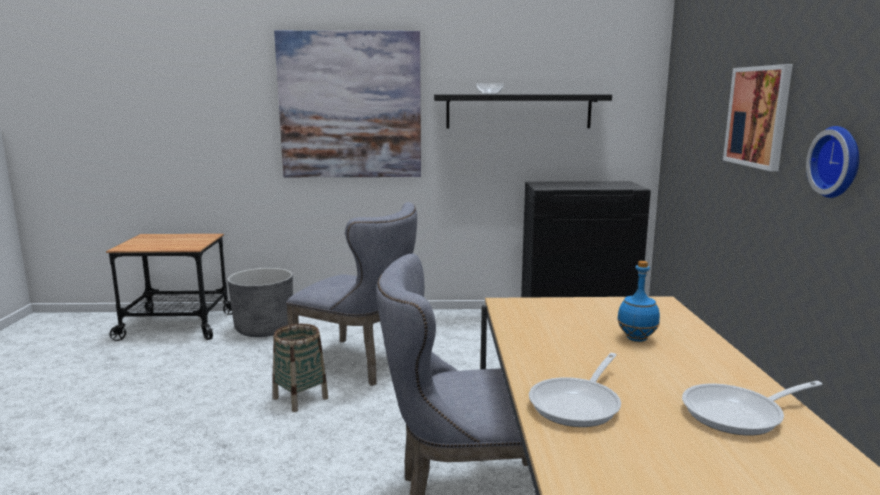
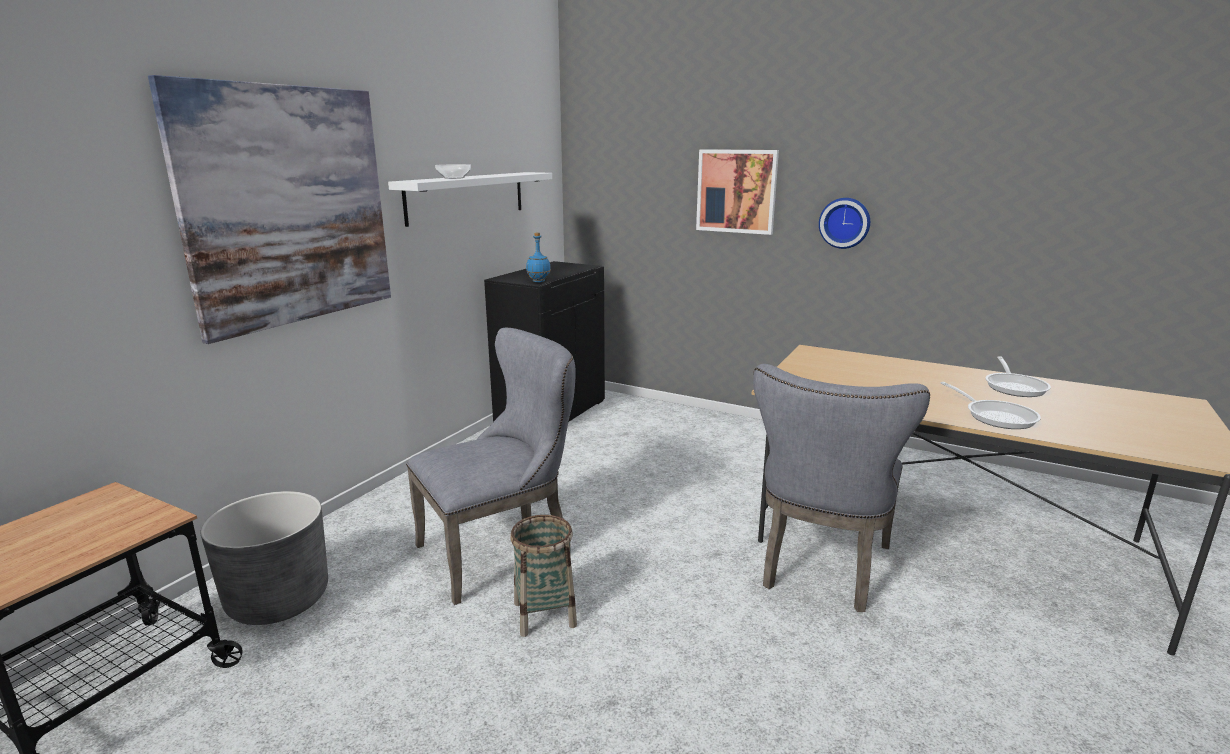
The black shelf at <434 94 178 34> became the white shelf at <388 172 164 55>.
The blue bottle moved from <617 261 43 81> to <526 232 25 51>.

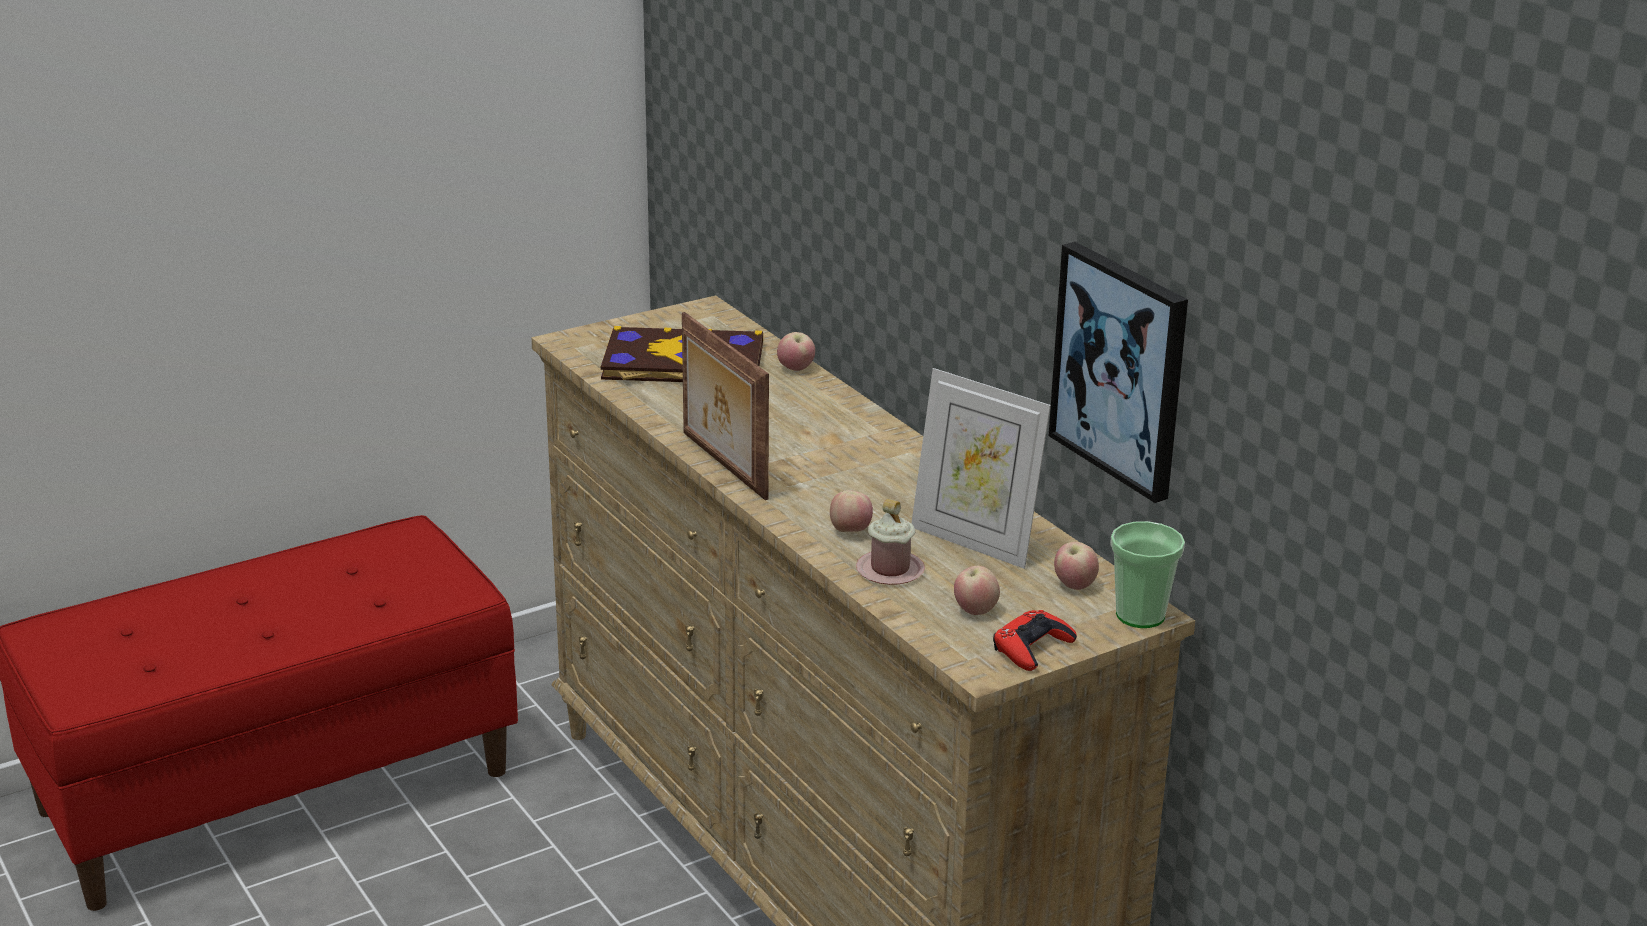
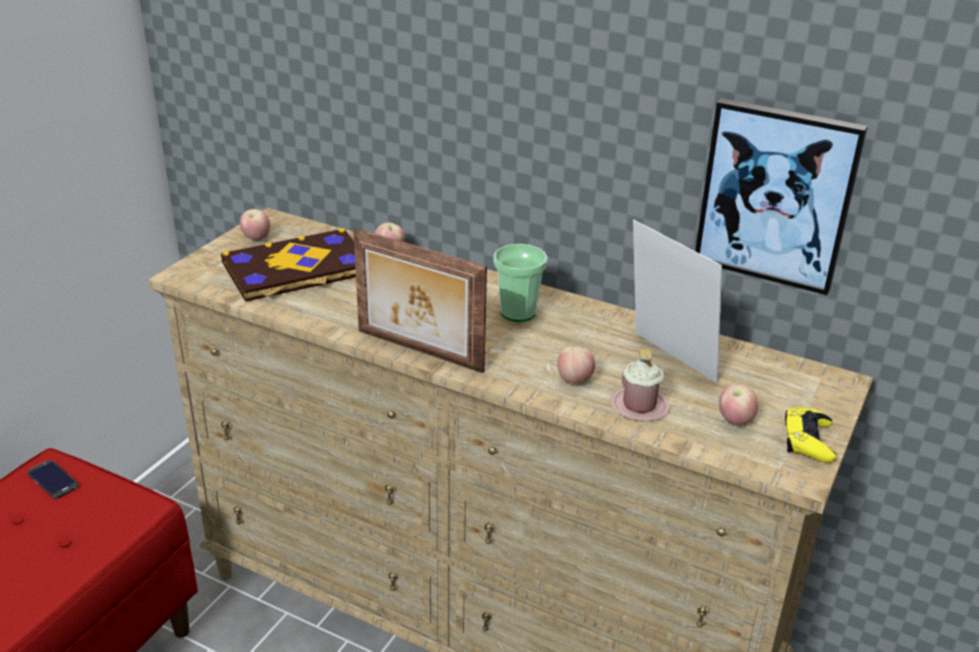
The picture frame at <911 368 140 201> turned 135 degrees counterclockwise.
The red game controller at <993 610 84 61> became the yellow game controller at <785 406 52 57>.
The apple moved from <1054 542 45 48> to <240 209 31 32>.
The cup moved from <1110 521 75 107> to <494 244 54 78>.
The phone at <27 460 51 38> appeared.

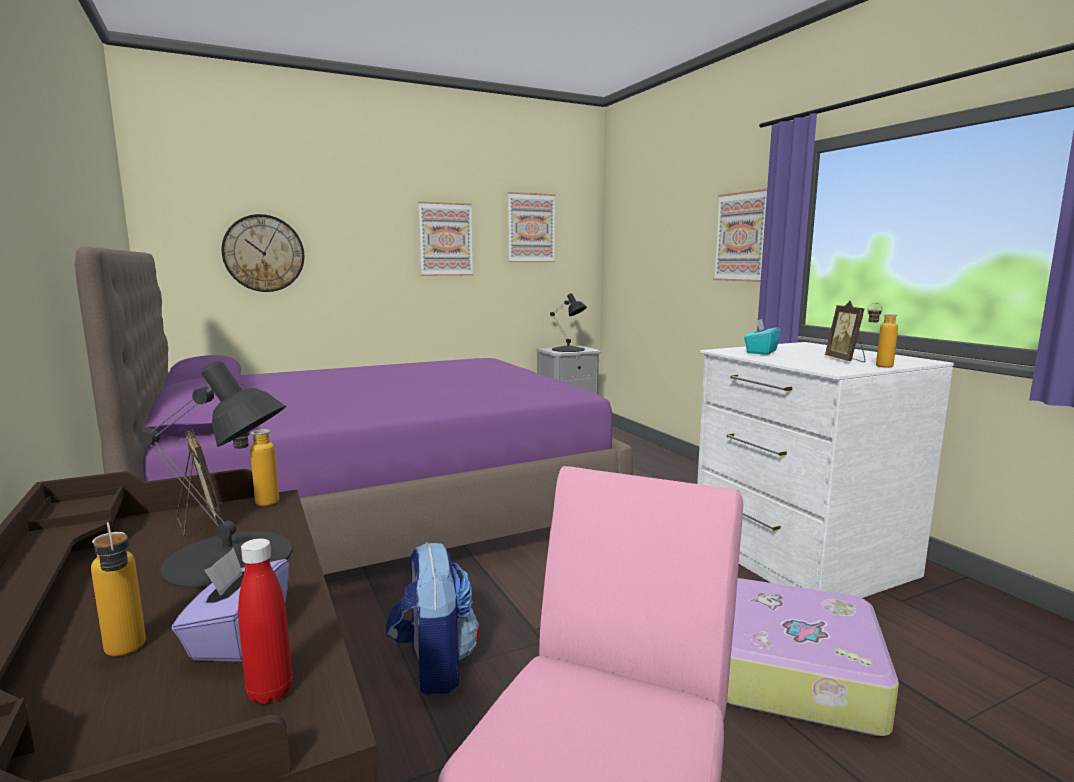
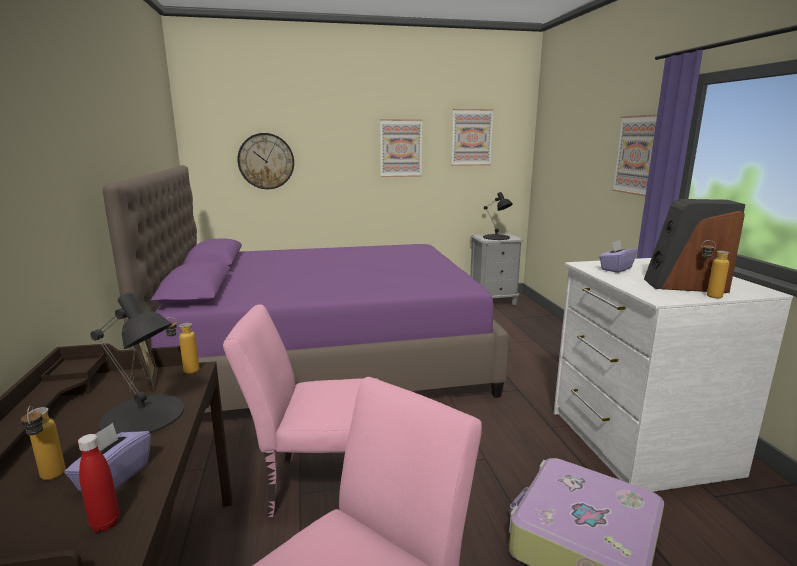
The backpack at <386 542 93 152> was replaced by the pink chair at <223 304 156 214>.
The turquoise tissue box at <744 319 37 36> became the purple tissue box at <599 240 38 33>.
The picture frame at <825 301 40 61> was replaced by the speaker at <644 199 101 94>.

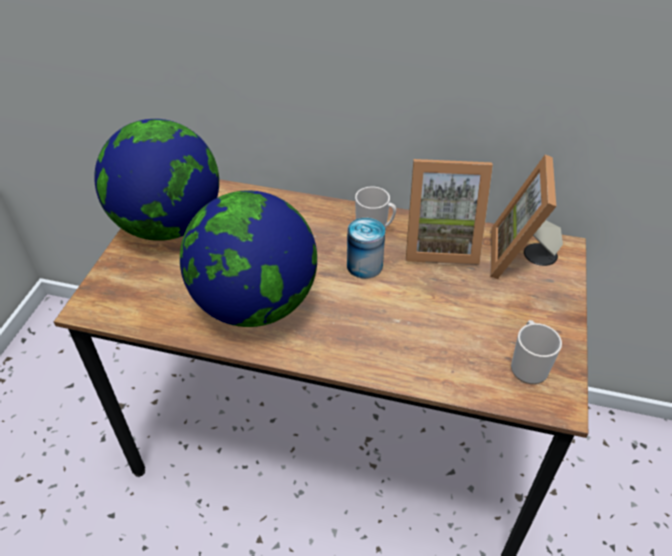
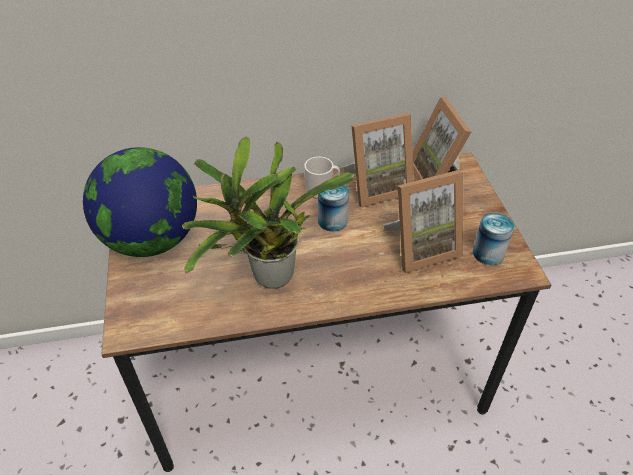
The globe at <180 190 137 137> was replaced by the potted plant at <182 136 173 153>.
The mug at <511 320 51 64> was replaced by the can at <473 212 42 53>.
The picture frame at <383 170 80 103> appeared.

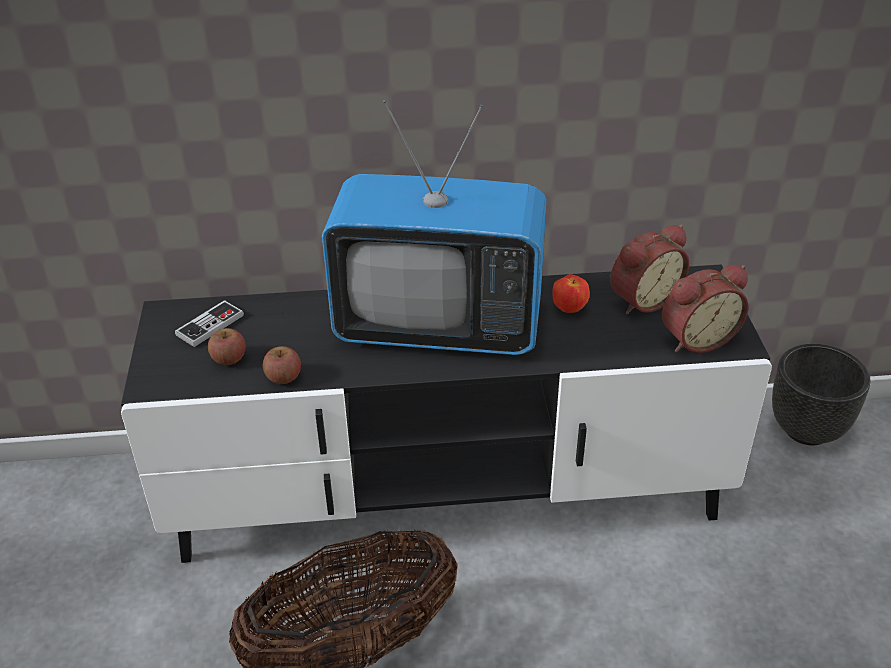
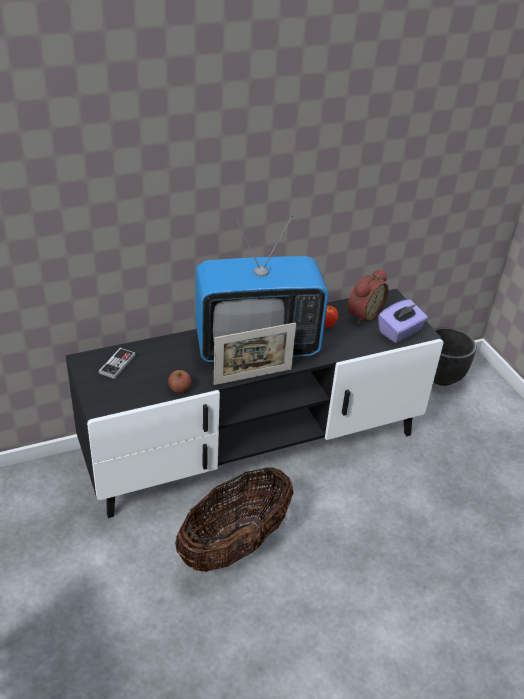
The apple at <208 328 38 37> disappeared.
The alarm clock at <662 265 86 88> was replaced by the purple tissue box at <378 299 50 44>.
The picture frame at <214 323 82 62> appeared.

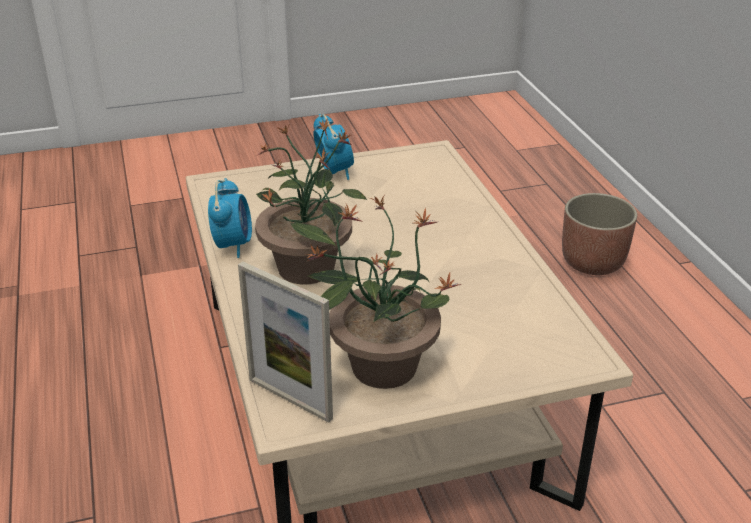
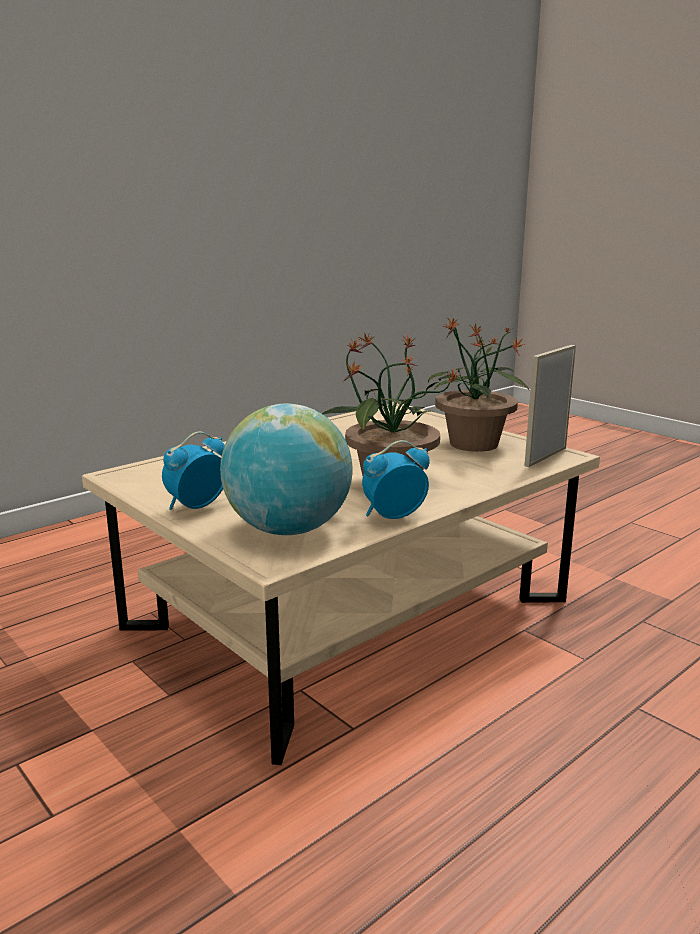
The picture frame at <238 261 95 162> turned 150 degrees counterclockwise.
The planter at <562 193 75 82> disappeared.
The globe at <220 404 132 131> appeared.

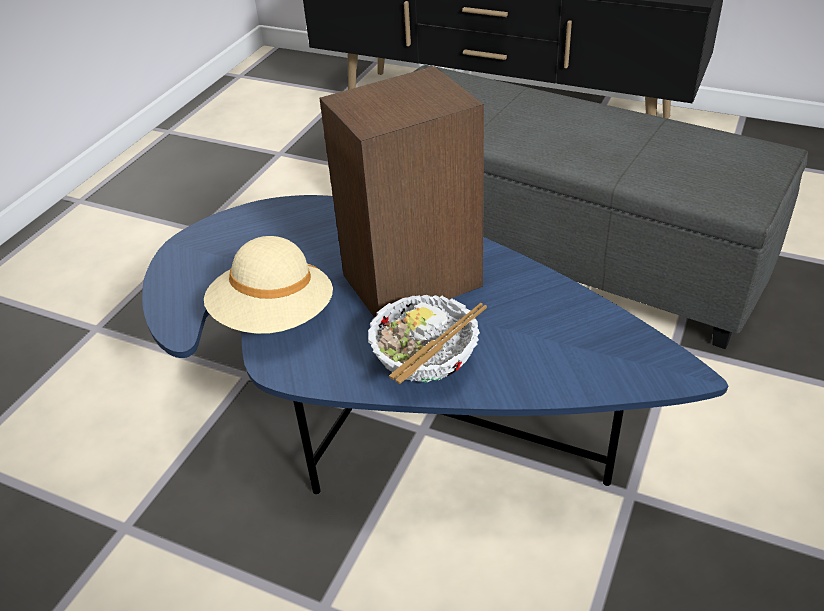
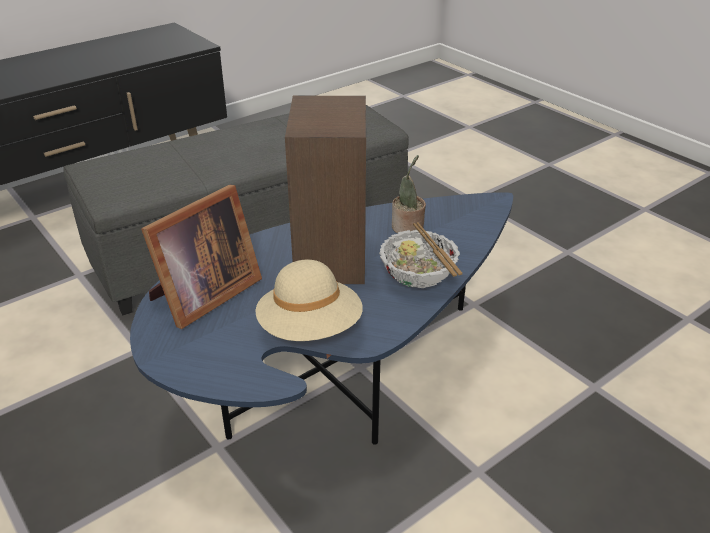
The picture frame at <141 185 121 144> appeared.
The potted plant at <392 155 34 78> appeared.

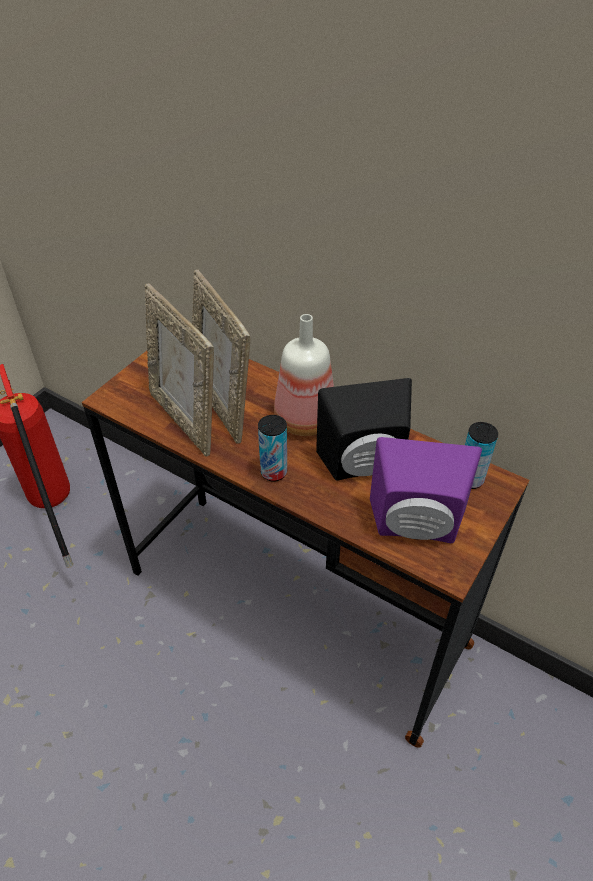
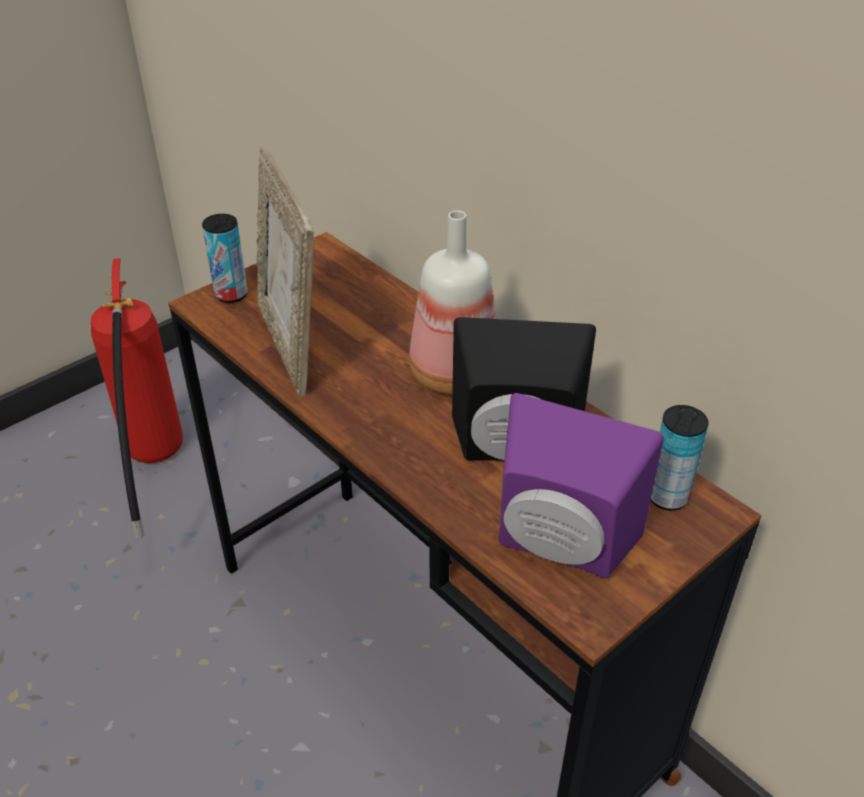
The picture frame at <192 270 58 174> disappeared.
The can moved from <258 415 29 67> to <202 214 46 89>.

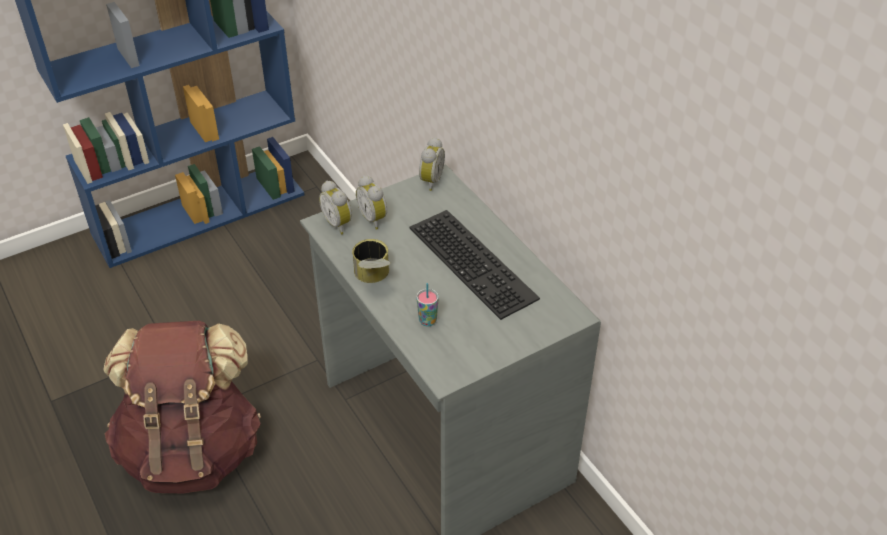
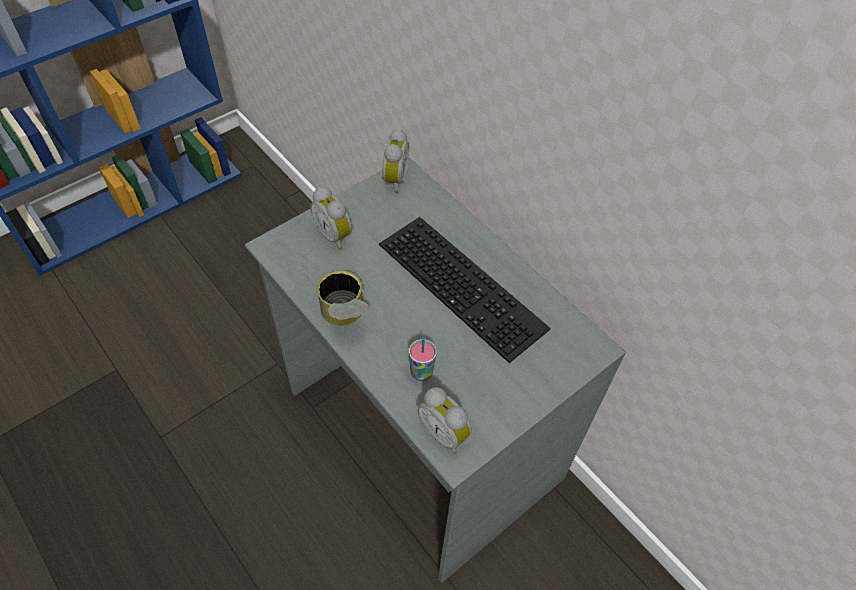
The brown backpack at <103 321 158 172> disappeared.
The alarm clock moved from <319 181 33 54> to <418 387 54 67>.

